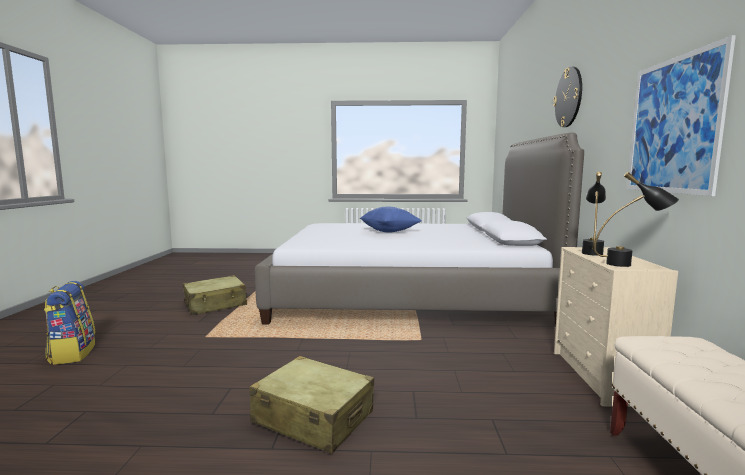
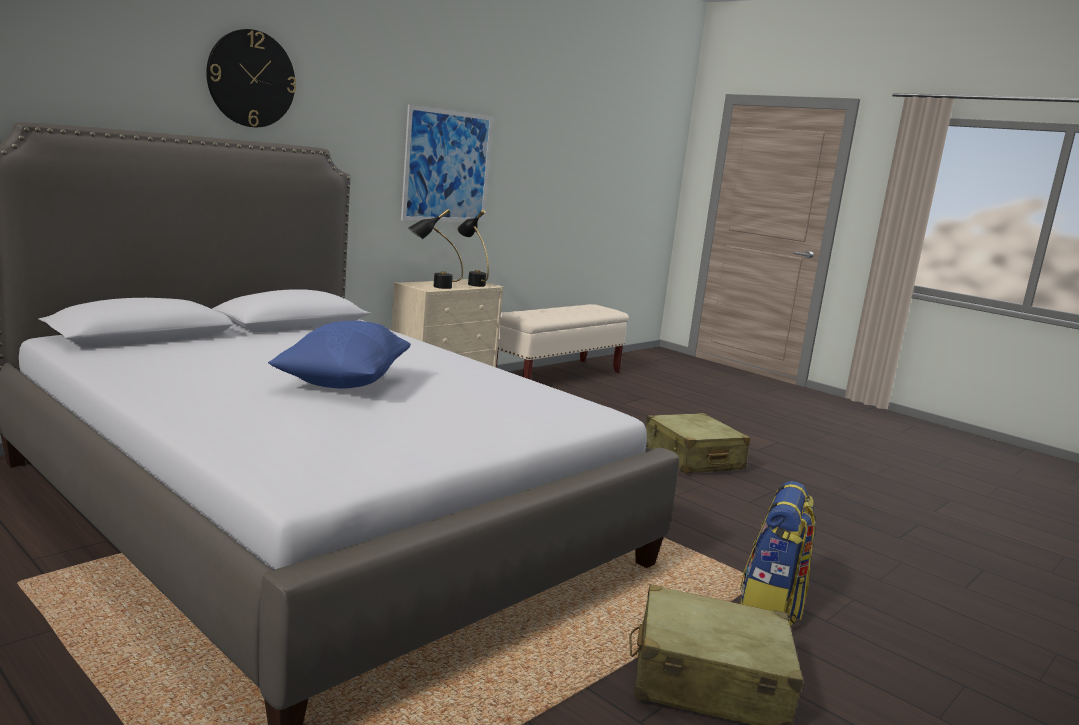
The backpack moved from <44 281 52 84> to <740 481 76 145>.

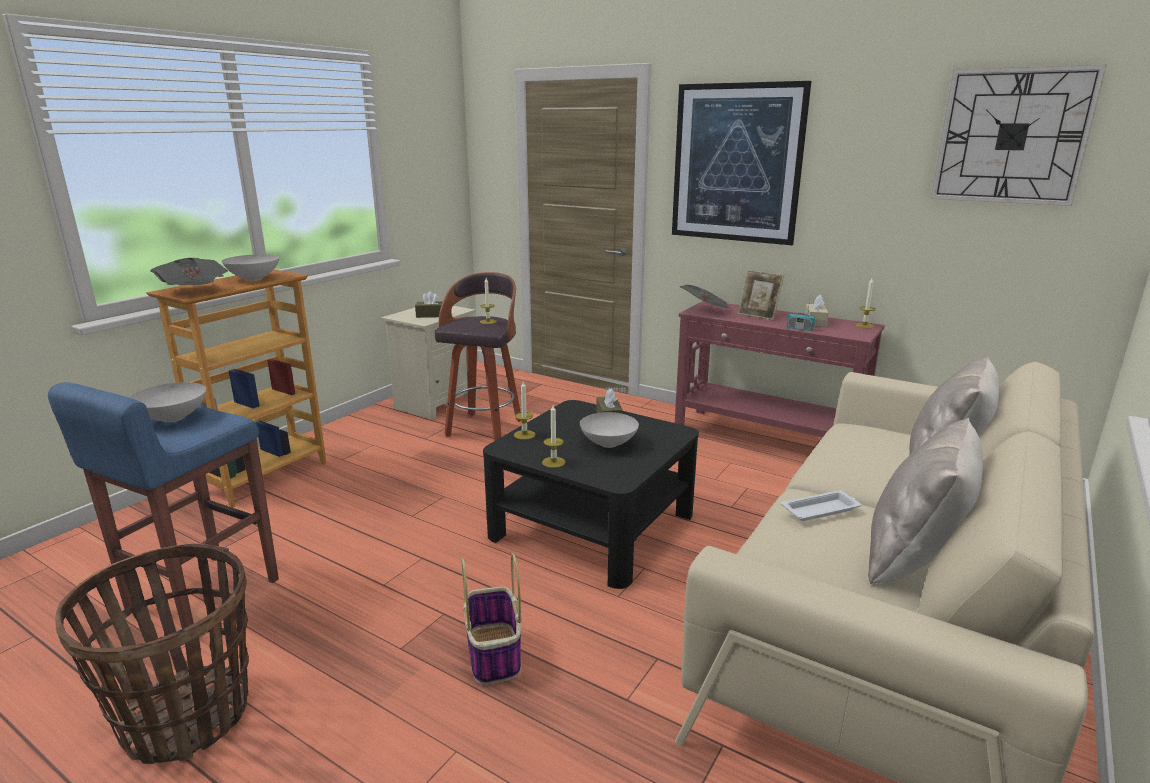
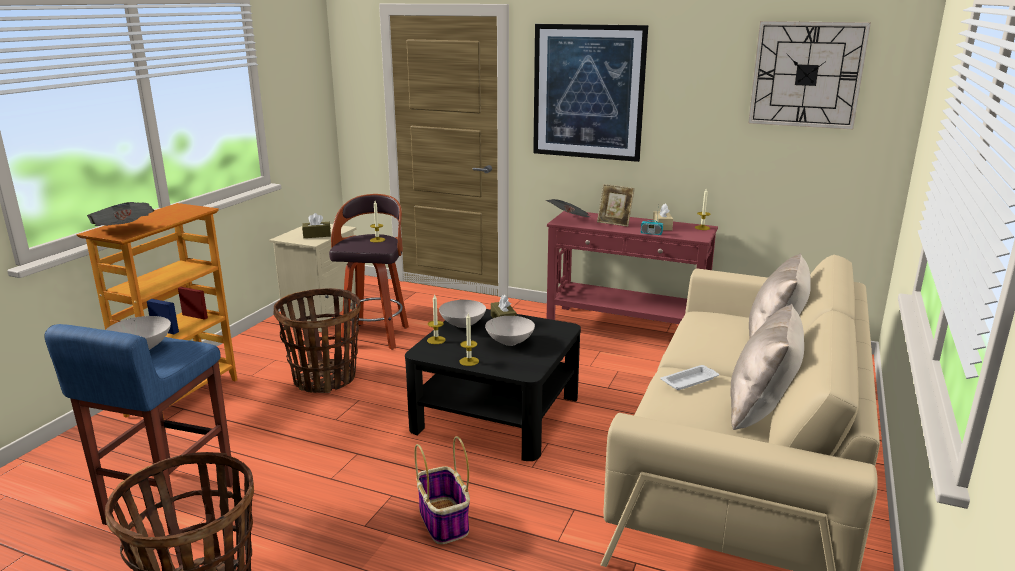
The white bowl moved from <222 254 57 27> to <439 300 47 28>.
The basket at <273 288 88 105> appeared.

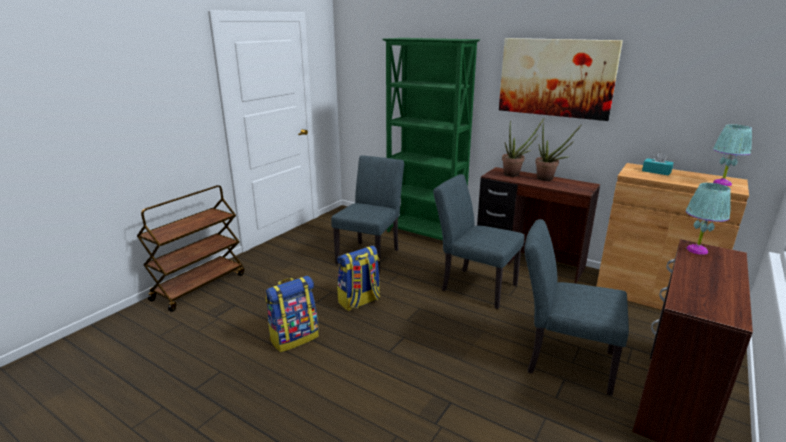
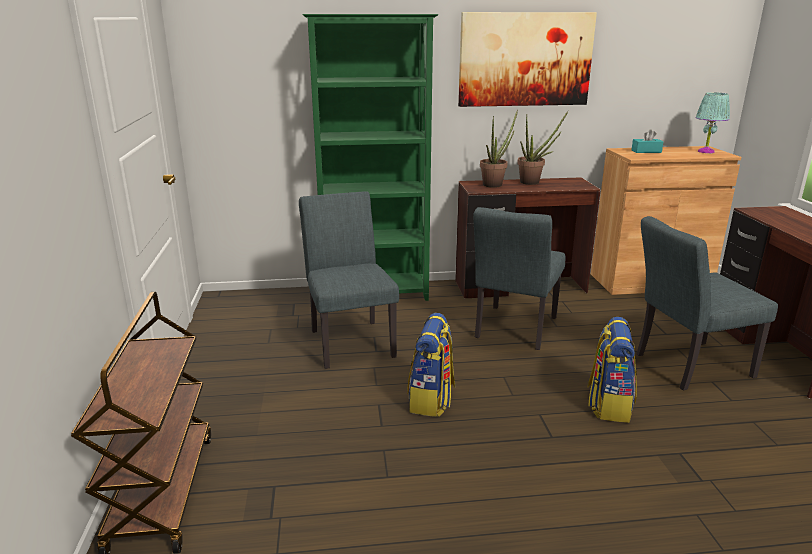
The backpack moved from <265 276 54 76> to <587 317 50 106>.
The grey chair at <433 174 91 135> turned 60 degrees counterclockwise.
The turquoise table lamp at <686 183 45 72> disappeared.

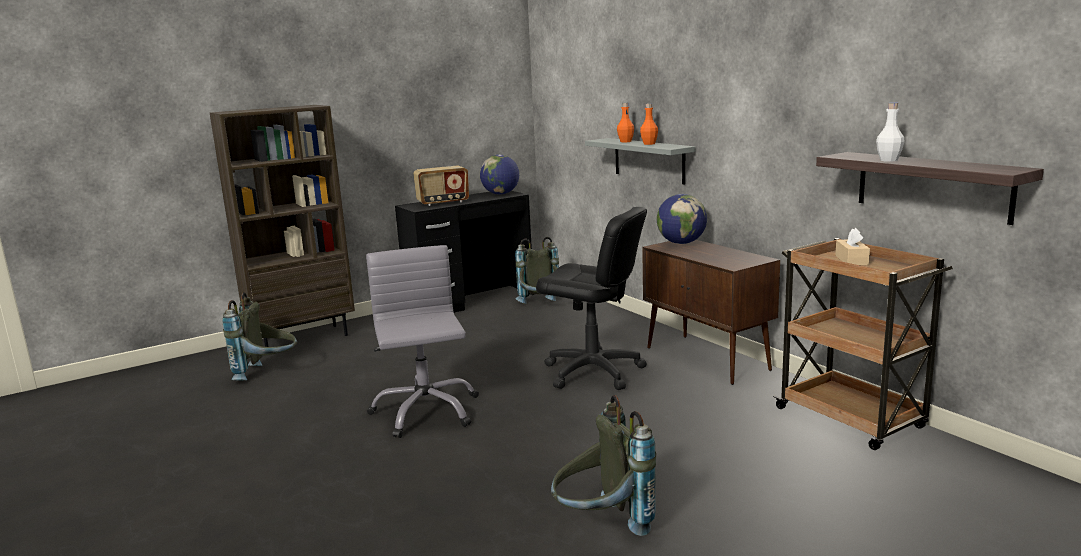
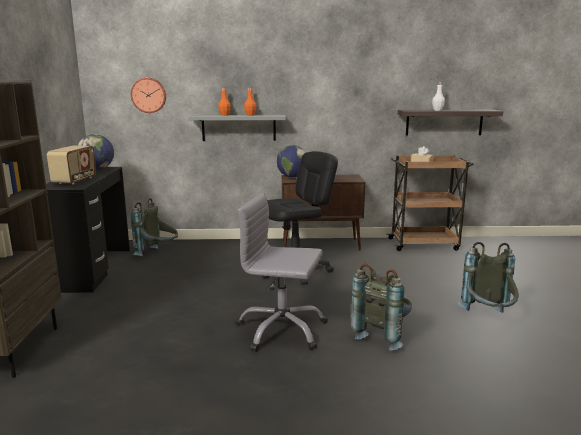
The grey backpack moved from <222 292 75 89> to <351 264 61 87>.
The wall clock at <131 78 35 35> appeared.

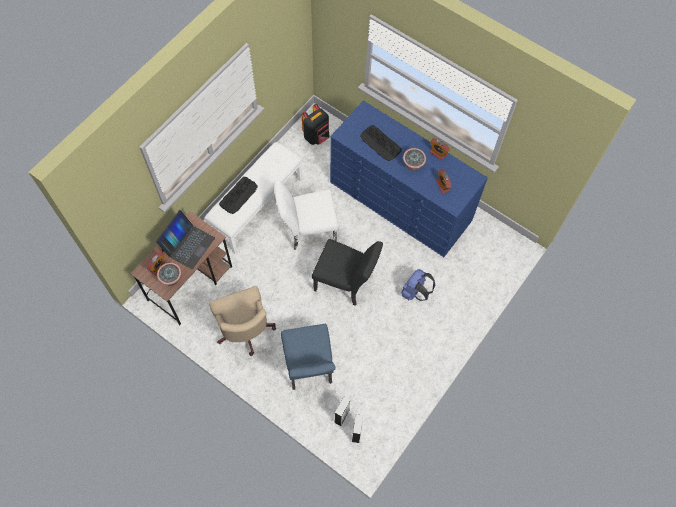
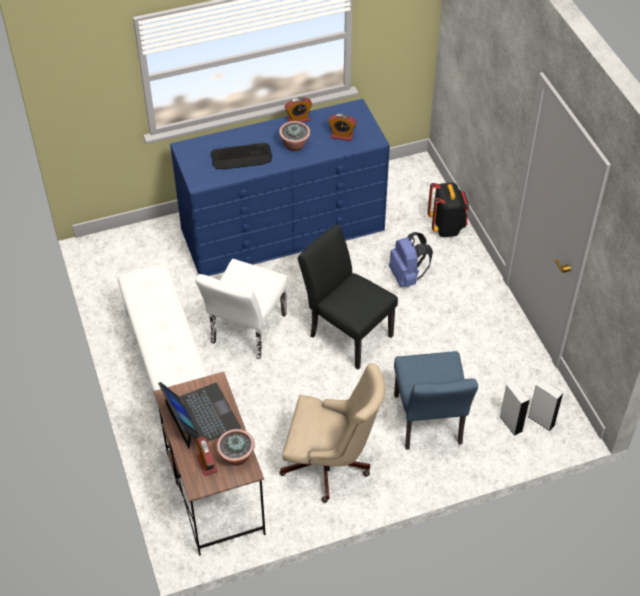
The keyboard at <219 177 39 37> disappeared.
The blue chair at <281 324 55 66> turned 60 degrees clockwise.
The black backpack moved from <302 104 28 41> to <428 182 41 55>.
The black chair at <312 239 71 67> turned 105 degrees counterclockwise.

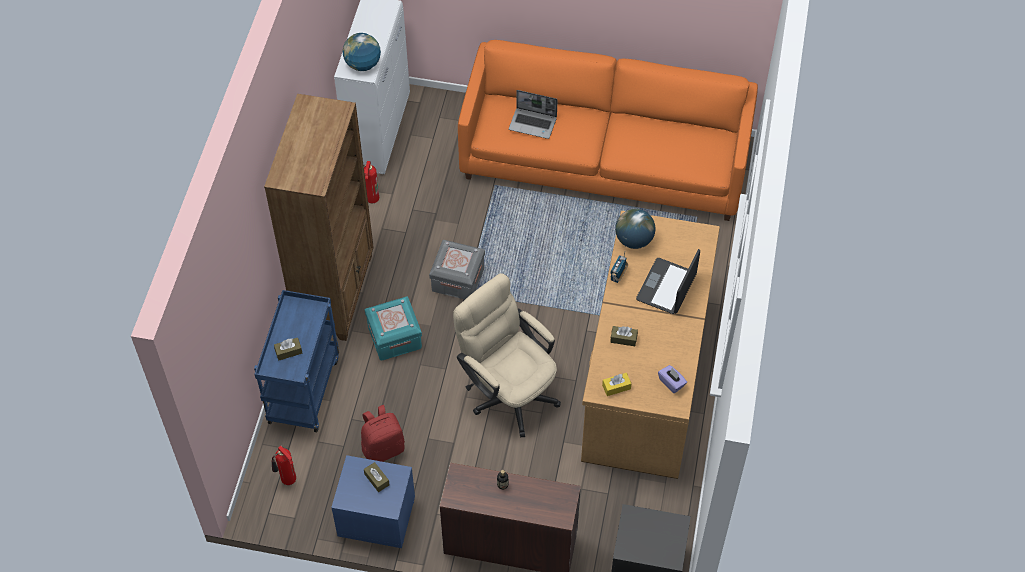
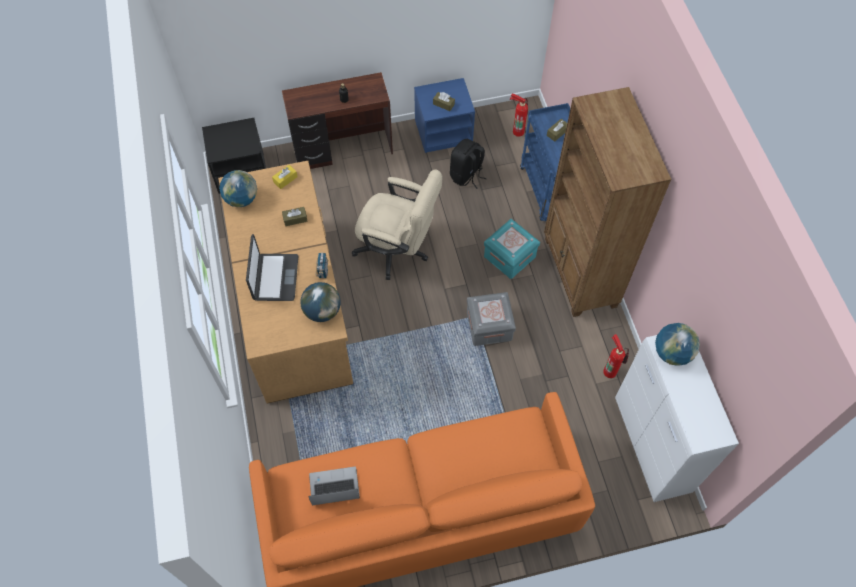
The red backpack at <361 405 44 57> became the black backpack at <450 139 37 50>.
The laptop moved from <509 90 49 49> to <308 467 52 38>.
The purple tissue box at <658 365 29 28> was replaced by the globe at <219 170 38 37>.

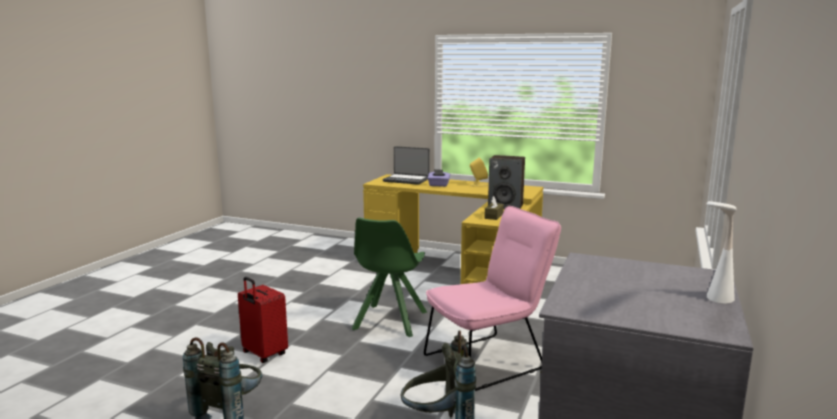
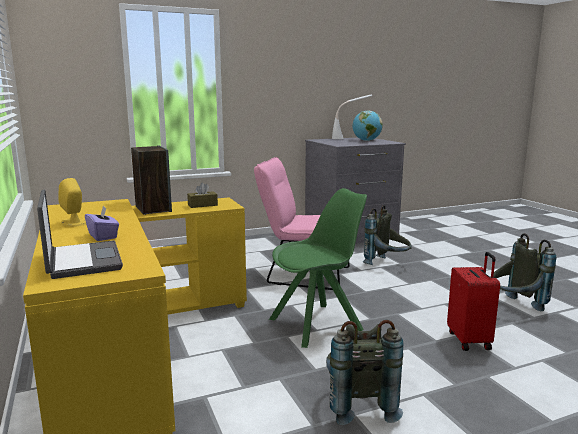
The grey backpack at <326 320 77 105> appeared.
The globe at <353 111 30 30> appeared.

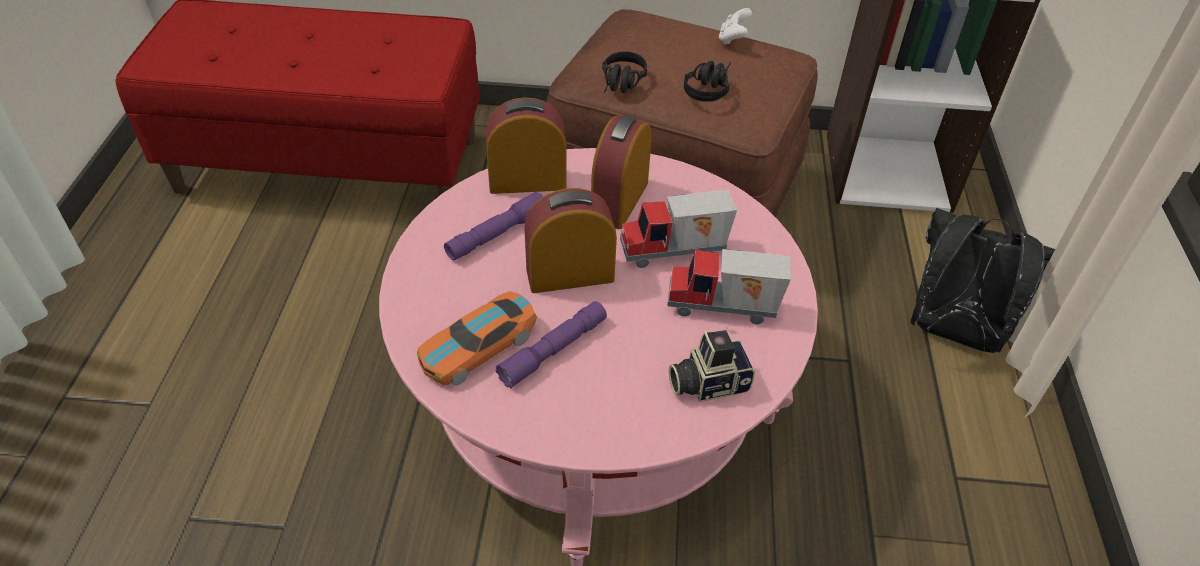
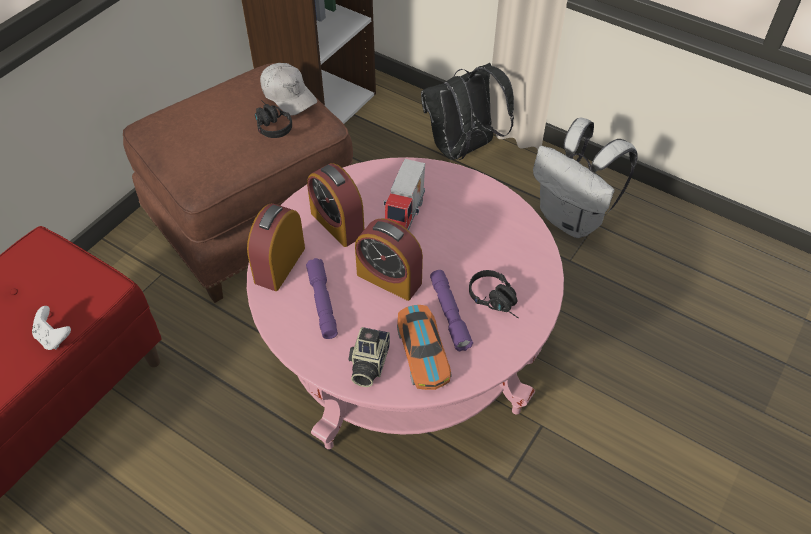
The alarm clock at <524 188 93 105> turned 75 degrees counterclockwise.
The black headphones moved from <602 51 45 42> to <469 270 49 48>.
The toy truck at <667 249 124 75> disappeared.
The photo camera moved from <669 330 86 72> to <349 327 41 60>.
The white game controller moved from <719 8 33 37> to <32 306 39 44>.
The white cap at <260 63 57 53> appeared.
The white backpack at <533 118 105 120> appeared.

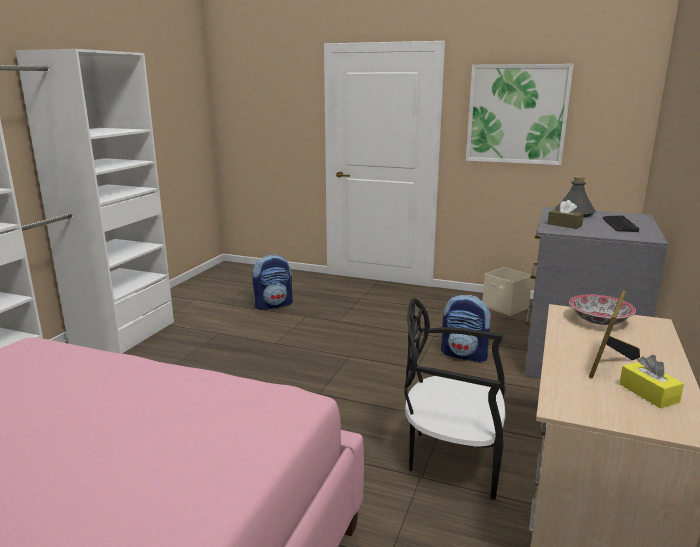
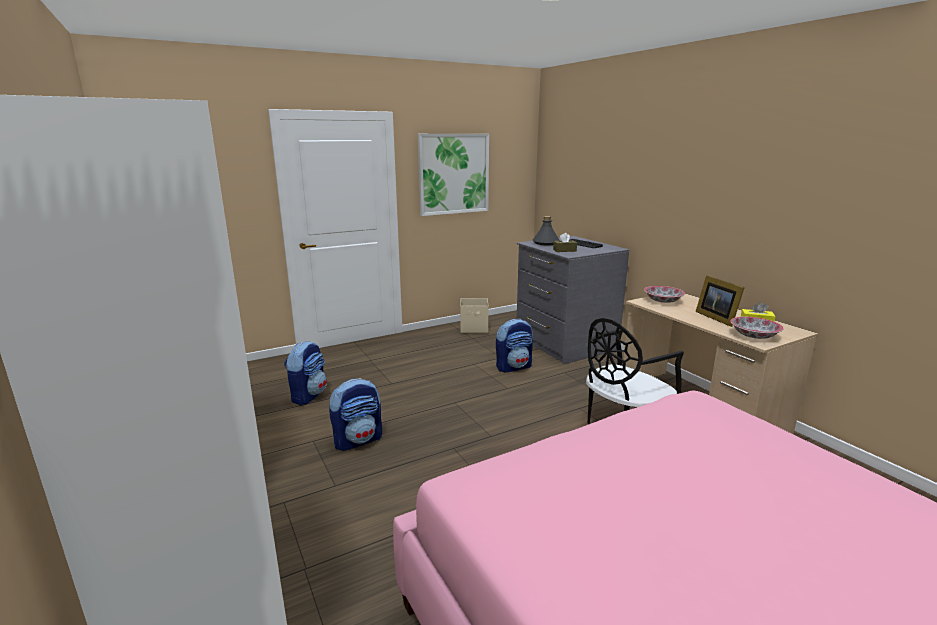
The backpack at <329 378 53 73> appeared.
The bowl at <730 316 54 23> appeared.

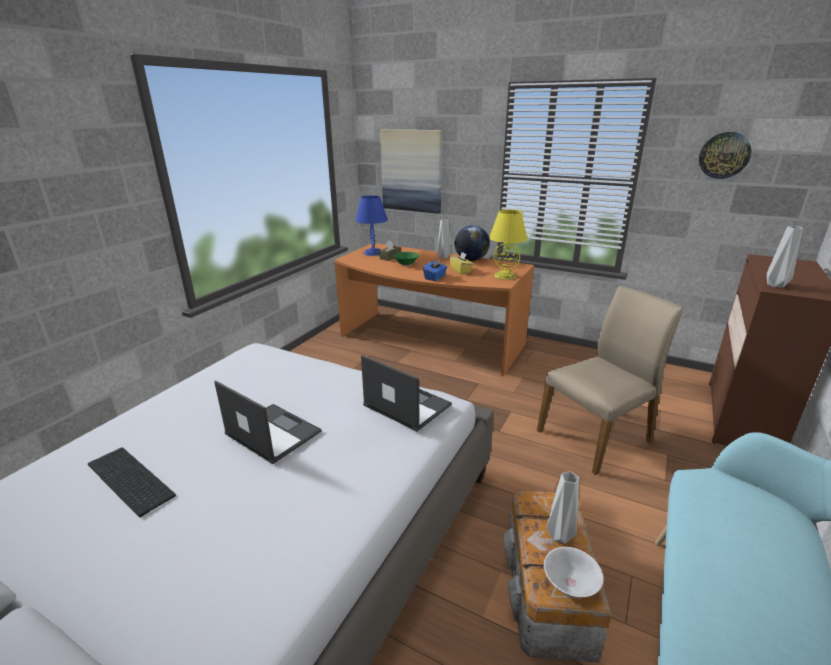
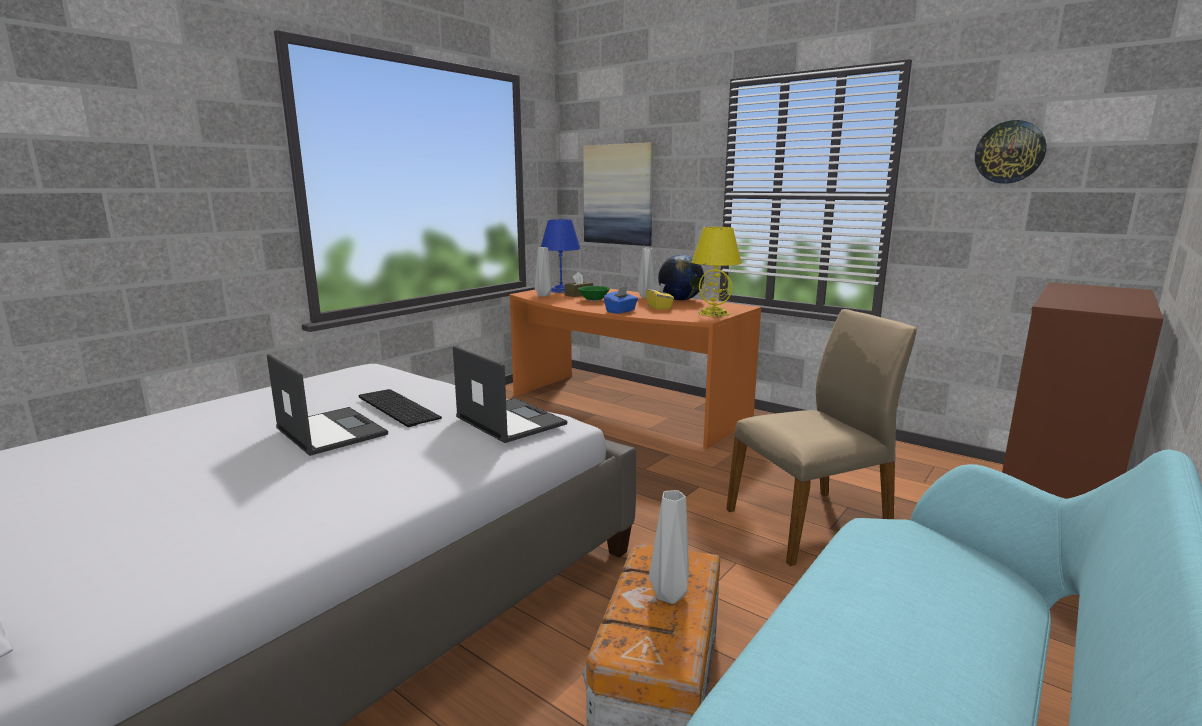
The keyboard moved from <88 447 88 70> to <359 389 83 38>.
The white bowl at <544 547 59 51> disappeared.
The grey vase moved from <767 226 36 62> to <535 247 17 50>.

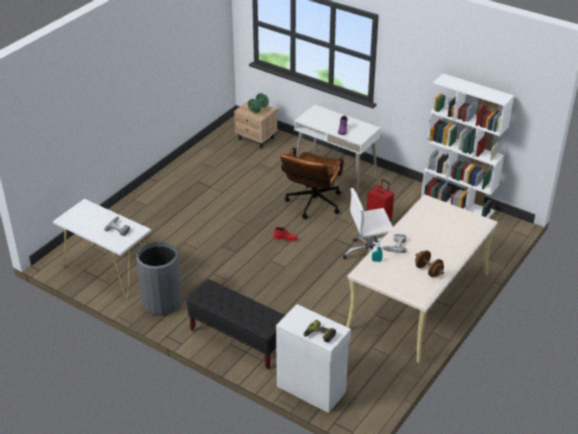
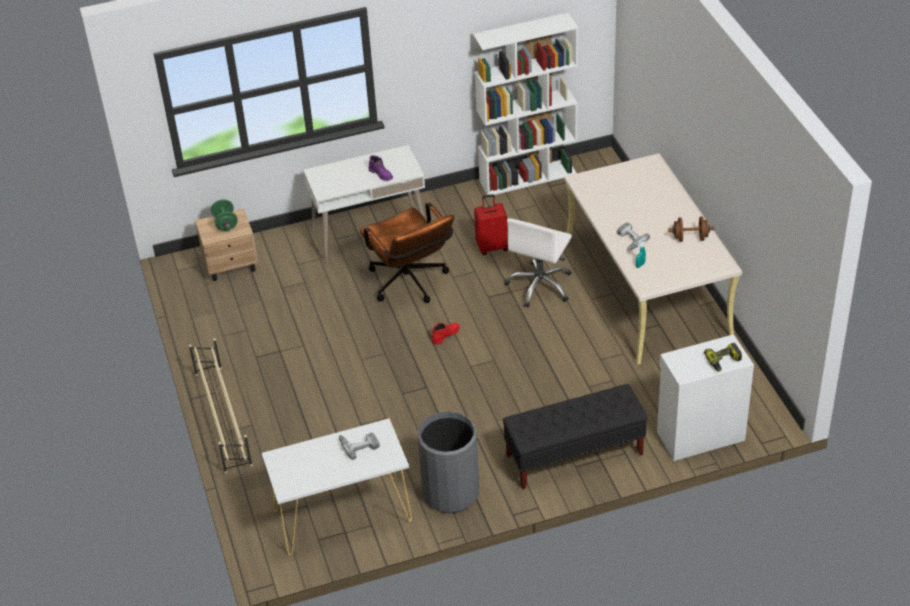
The beige shoe rack at <189 338 63 135> appeared.

